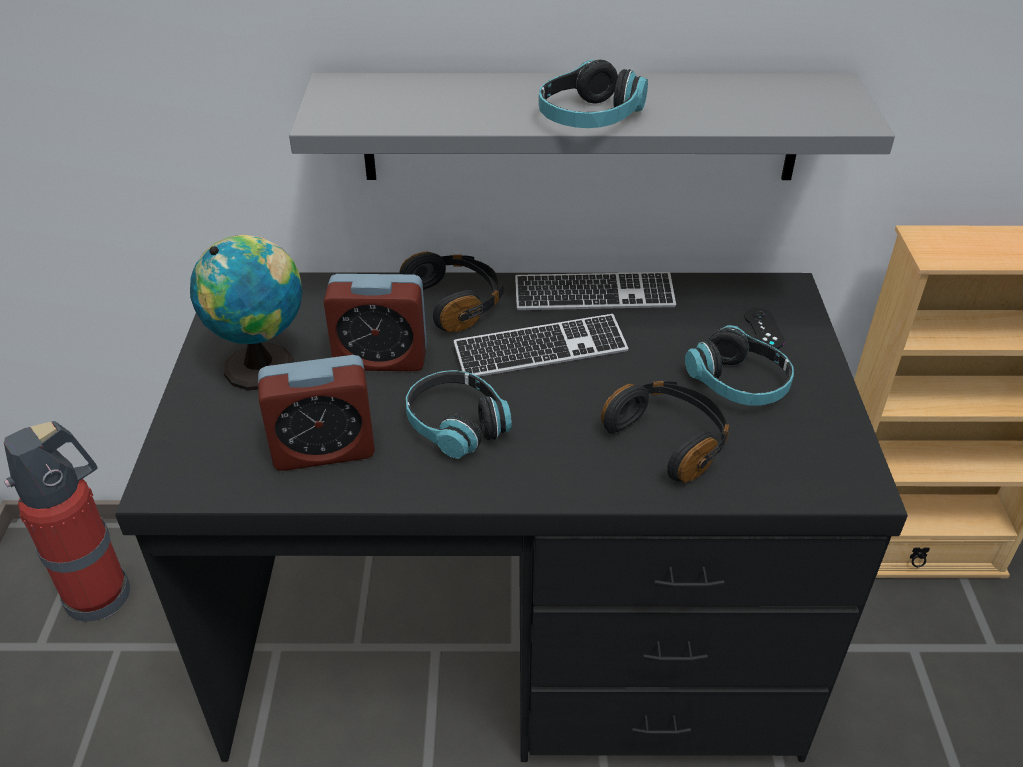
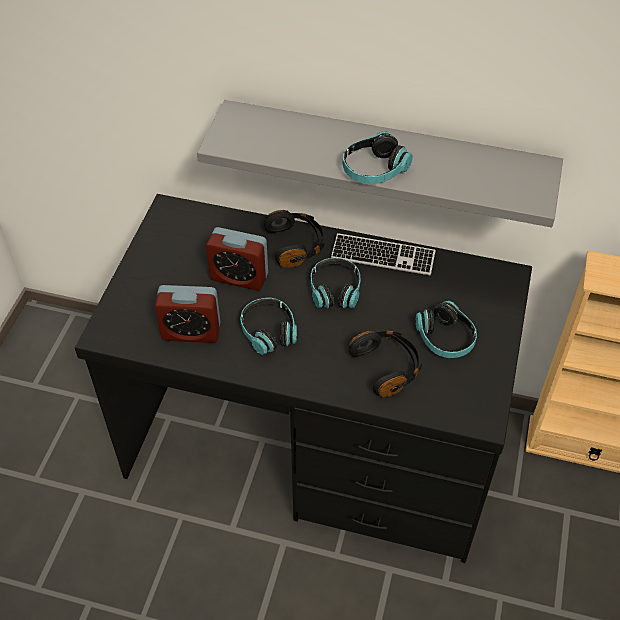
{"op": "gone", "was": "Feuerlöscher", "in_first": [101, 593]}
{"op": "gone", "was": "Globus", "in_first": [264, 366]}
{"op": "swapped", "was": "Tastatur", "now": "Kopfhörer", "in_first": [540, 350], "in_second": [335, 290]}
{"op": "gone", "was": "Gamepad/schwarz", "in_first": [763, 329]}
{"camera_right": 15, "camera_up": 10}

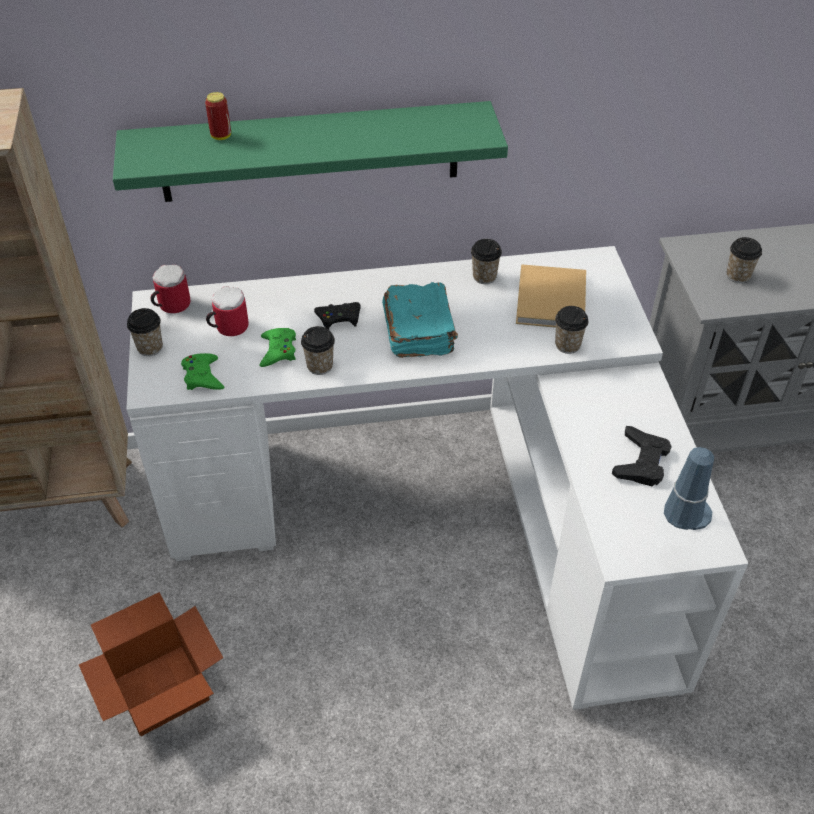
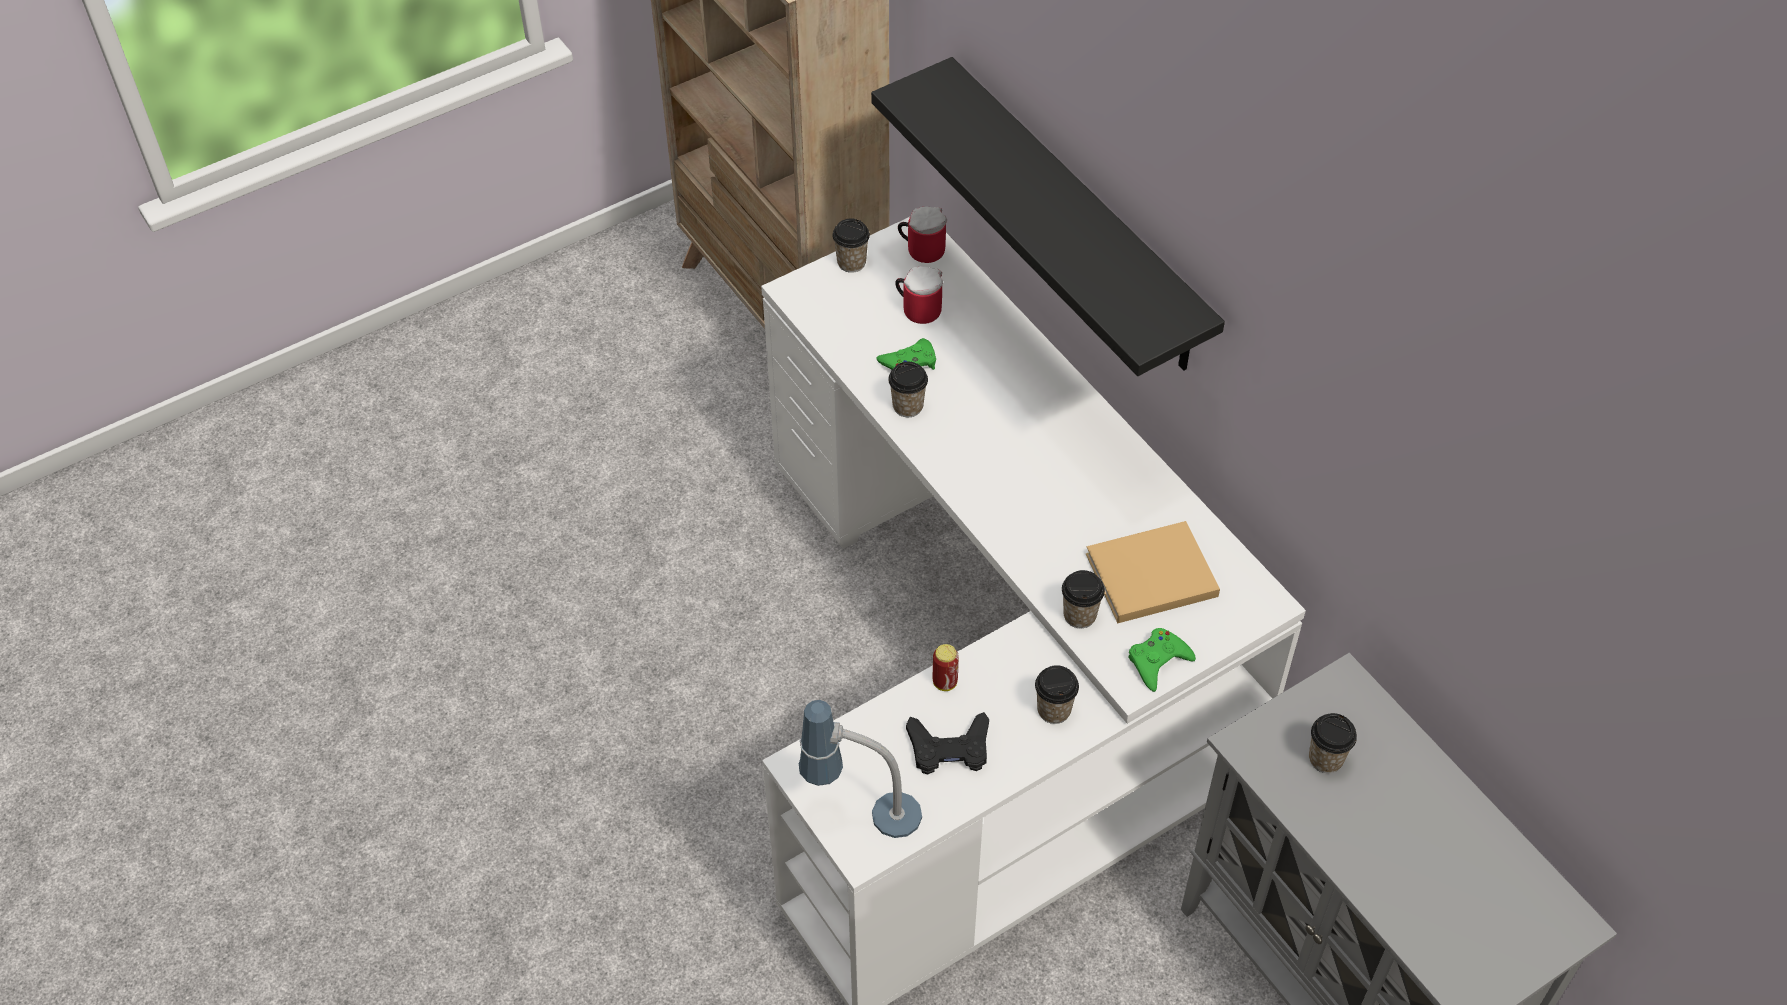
{"op": "gone", "was": "Karton", "in_first": [162, 687]}
{"op": "repainted", "was": "Wandregal/grün", "now": "Wandregal/schwarz", "in_first": [310, 152], "in_second": [1077, 219]}
{"op": "shifted", "was": "Gamepad/grün", "in_first": [203, 376], "in_second": [1158, 661]}
{"op": "shifted", "was": "Dose", "in_first": [221, 136], "in_second": [944, 682]}
{"op": "gone", "was": "Gamepad/schwarz", "in_first": [339, 318]}
{"op": "gone", "was": "Buch/türkis", "in_first": [419, 331]}
{"op": "shifted", "was": "Tasse", "in_first": [484, 277], "in_second": [1054, 710]}
{"camera_right": 65, "camera_up": 5}

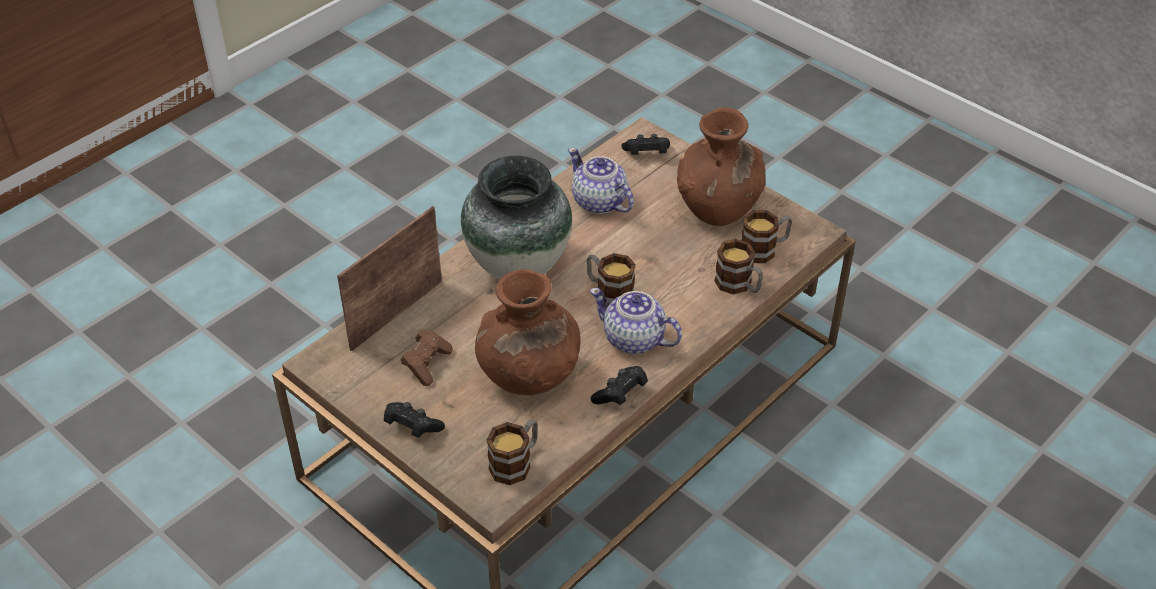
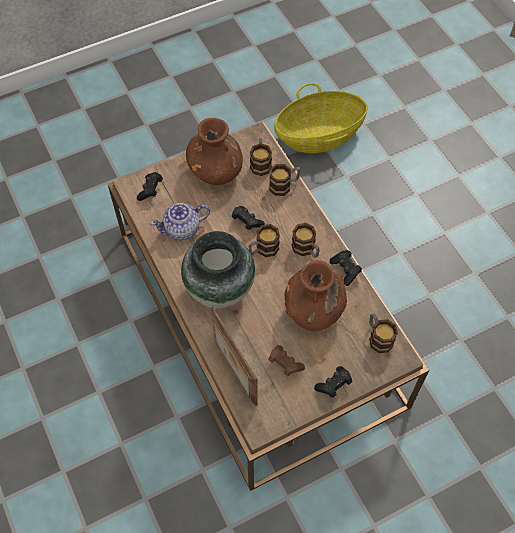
{"op": "swapped", "was": "Teekanne", "now": "Henkelbecher", "in_first": [634, 339], "in_second": [306, 249]}
{"op": "new", "now": "Gamepad/schwarz", "in_second": [246, 222]}
{"op": "new", "now": "Korb", "in_second": [319, 135]}
{"camera_right": -70, "camera_up": 15}

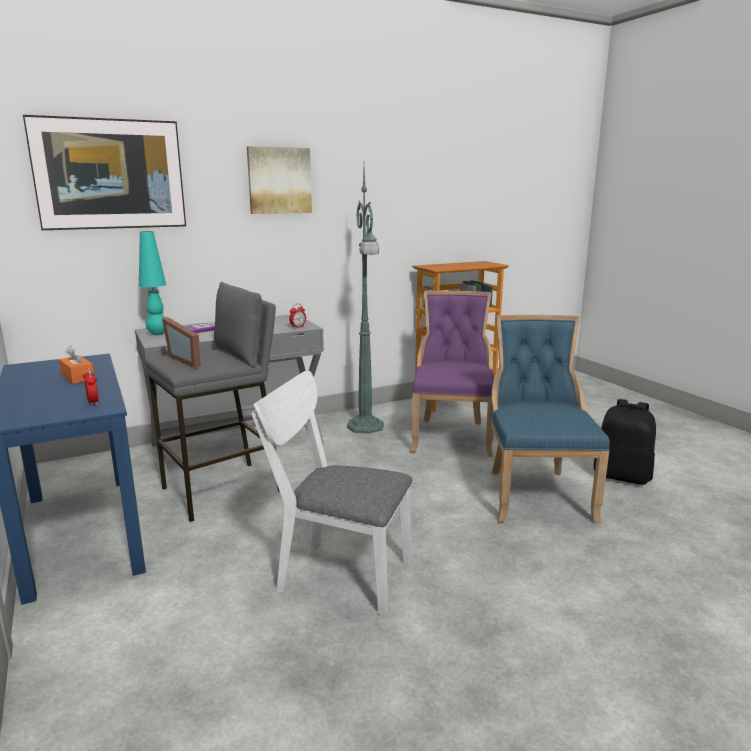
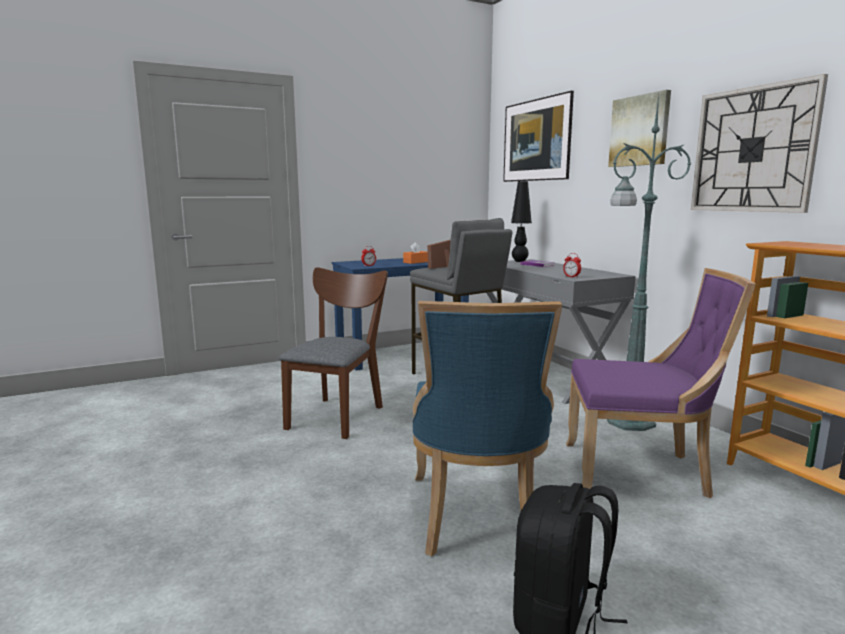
{"op": "repainted", "was": "Tischlampe/türkis", "now": "Tischlampe/schwarz", "in_first": [157, 334], "in_second": [519, 261]}
{"op": "repainted", "was": "Stuhl/weiß", "now": "Stuhl/braun", "in_first": [335, 572], "in_second": [339, 414]}
{"op": "rotated", "was": "Stuhl/blau", "in_first": [535, 493], "in_second": [476, 517], "clockwise": 90}
{"op": "new", "now": "Wanduhr", "in_second": [753, 150]}
{"camera_right": 90, "camera_up": -5}

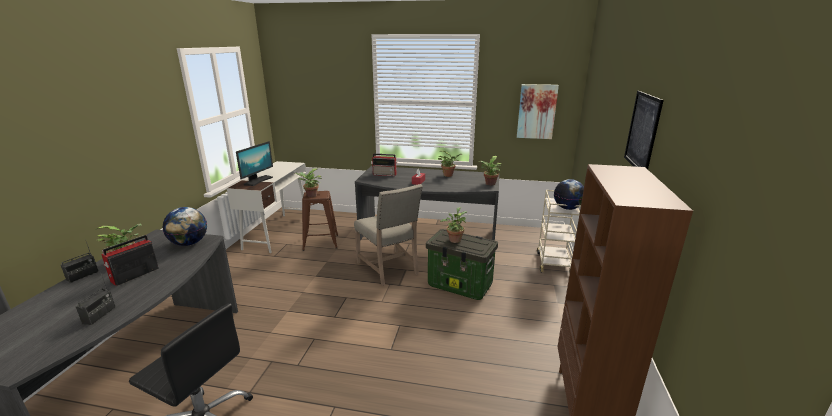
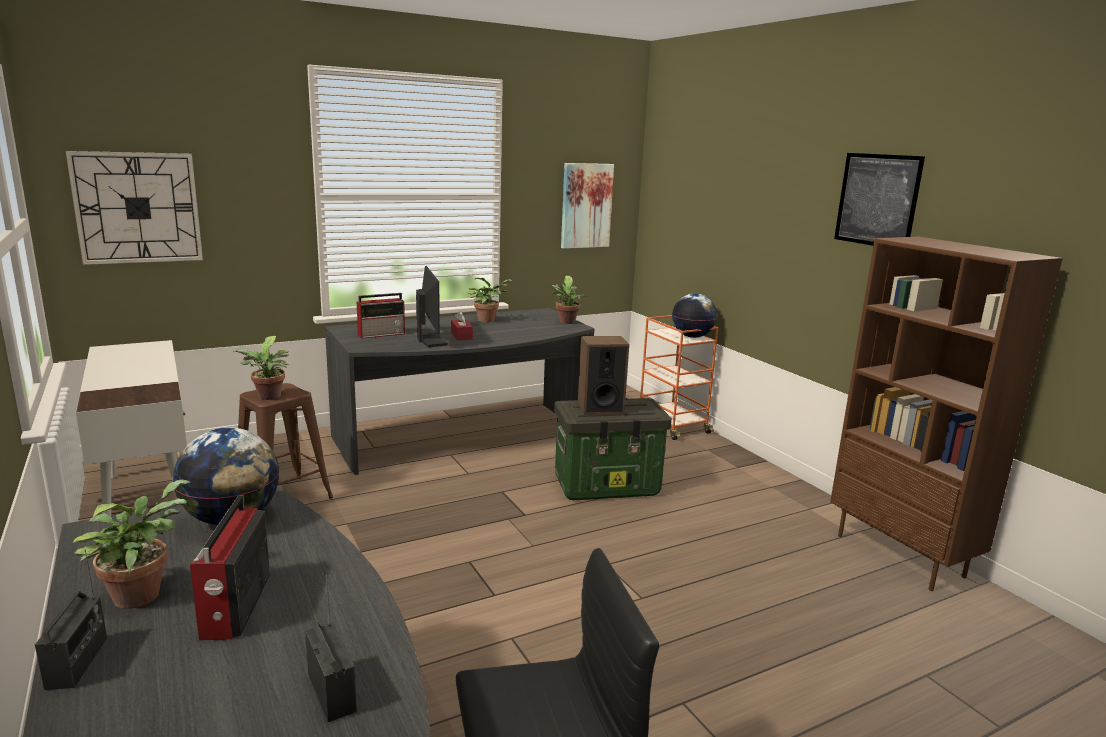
{"op": "shifted", "was": "Monitor", "in_first": [258, 181], "in_second": [430, 339]}
{"op": "gone", "was": "Stuhl/beige", "in_first": [389, 268]}
{"op": "swapped", "was": "Topfpflanze", "now": "Lautsprecher", "in_first": [454, 239], "in_second": [600, 408]}
{"op": "repainted", "was": "Rollwagen/beige", "now": "Rollwagen/orange", "in_first": [553, 263], "in_second": [672, 425]}
{"op": "new", "now": "Wanduhr", "in_second": [138, 208]}
{"camera_right": -40, "camera_up": -5}

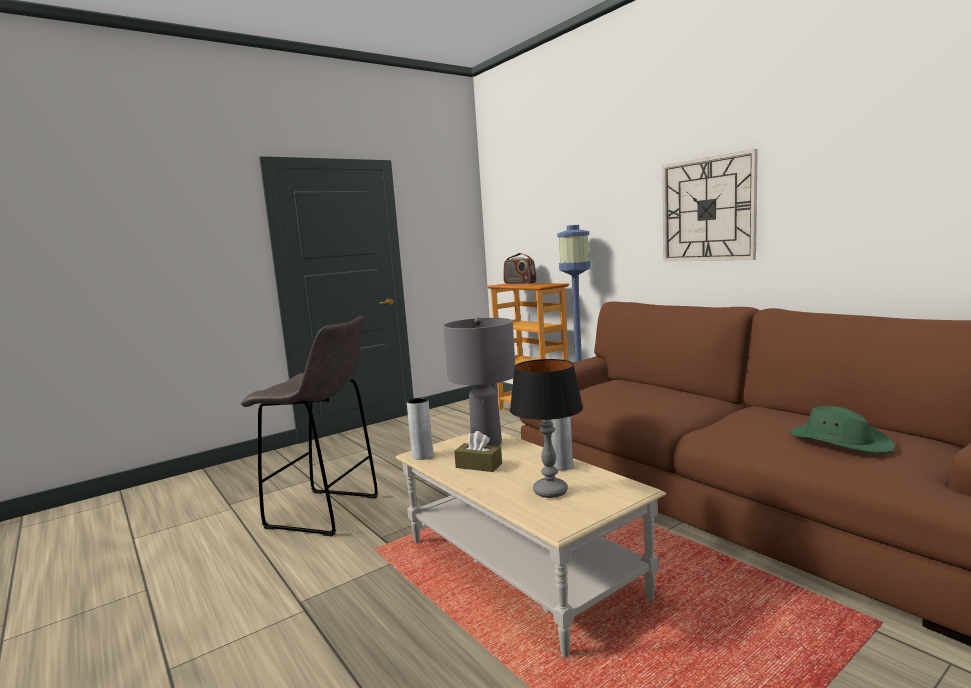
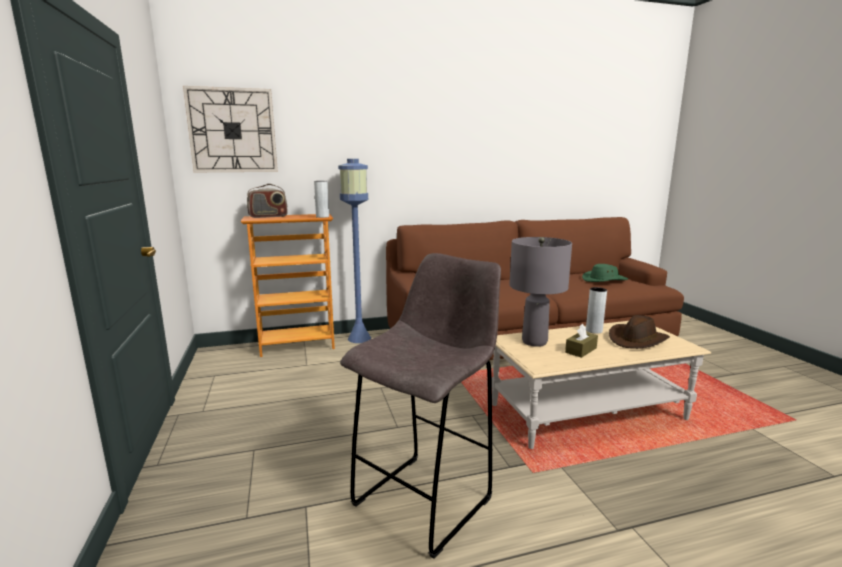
{"op": "shifted", "was": "Vase/grau", "in_first": [422, 456], "in_second": [322, 217]}
{"op": "swapped", "was": "Tischlampe", "now": "Hut/braun", "in_first": [550, 491], "in_second": [637, 340]}
{"op": "shifted", "was": "Wanduhr", "in_first": [707, 210], "in_second": [232, 130]}
{"camera_right": -70, "camera_up": 5}

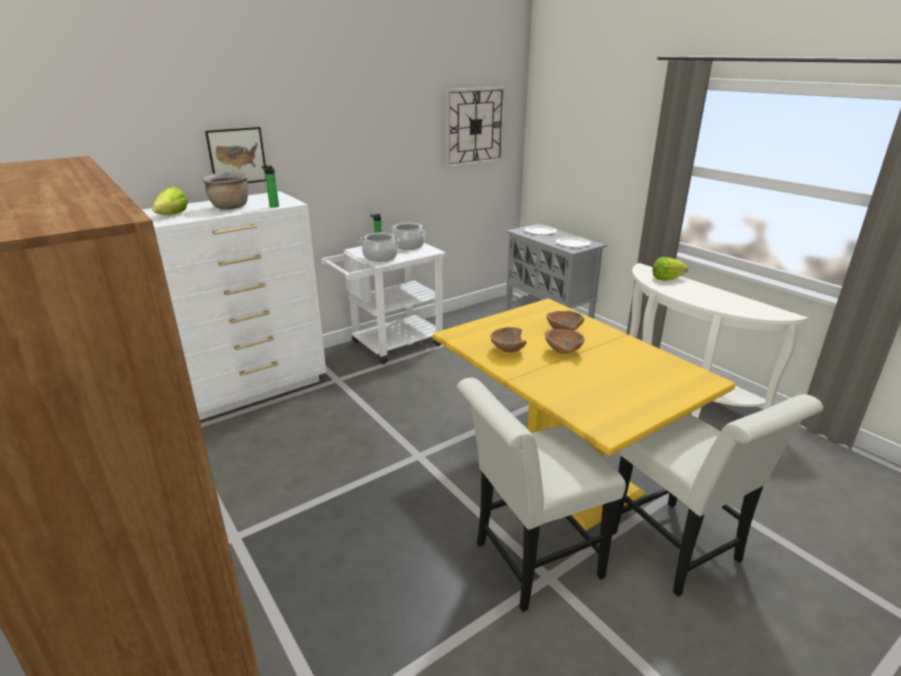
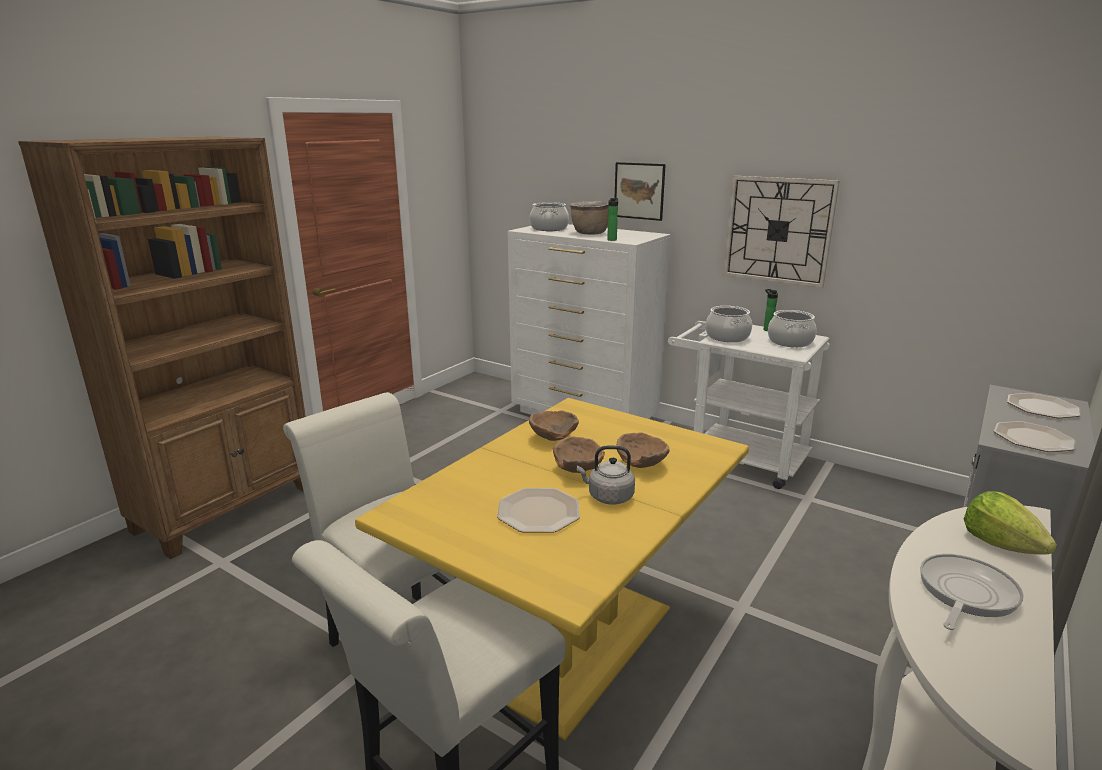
{"op": "swapped", "was": "Salatkopf", "now": "Kochtopf", "in_first": [172, 215], "in_second": [549, 228]}
{"op": "shifted", "was": "Wanduhr", "in_first": [474, 126], "in_second": [778, 230]}
{"op": "new", "now": "Teller", "in_second": [537, 512]}
{"op": "new", "now": "Wasserkessel/grau", "in_second": [608, 497]}
{"op": "new", "now": "Pfanne", "in_second": [965, 594]}
{"camera_right": 70, "camera_up": -5}

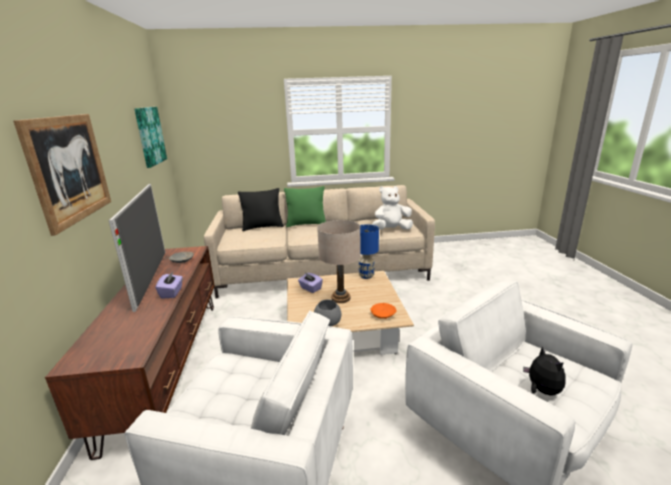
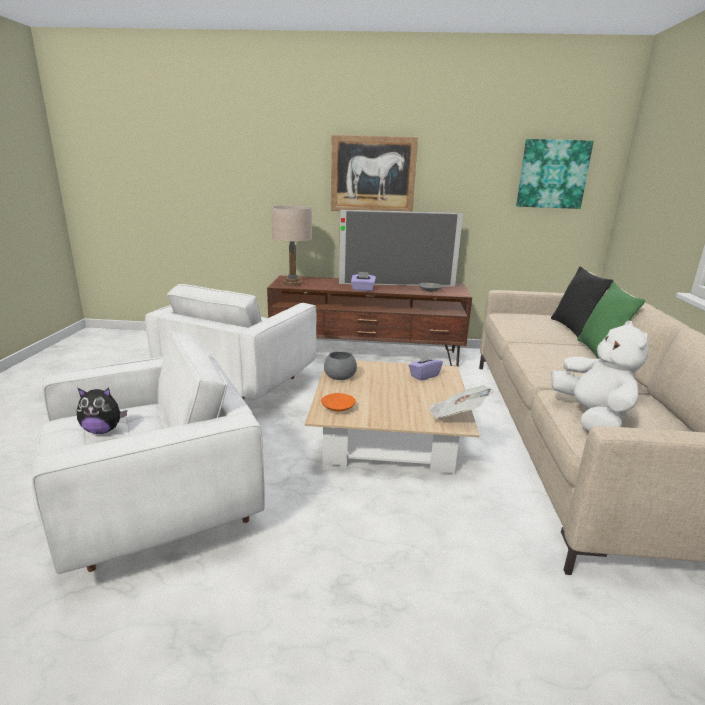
{"op": "shifted", "was": "Tischlampe/beige", "in_first": [341, 298], "in_second": [292, 283]}
{"op": "swapped", "was": "Tischlampe/blau", "now": "Zeitung", "in_first": [366, 276], "in_second": [456, 416]}
{"camera_right": 100, "camera_up": 0}

